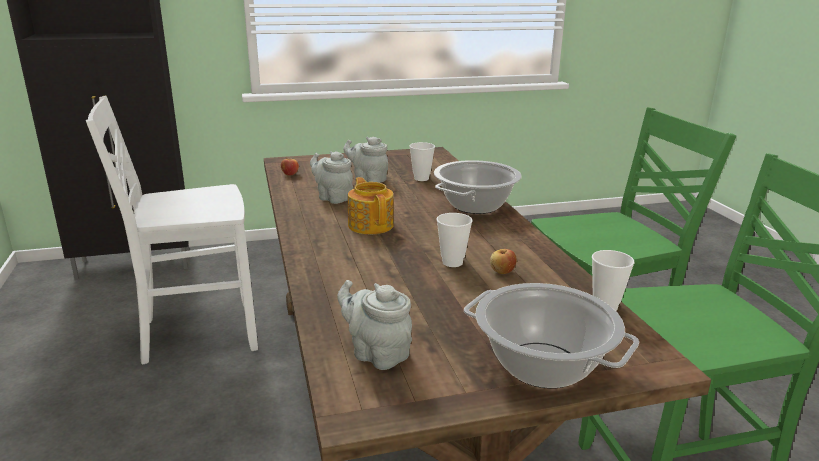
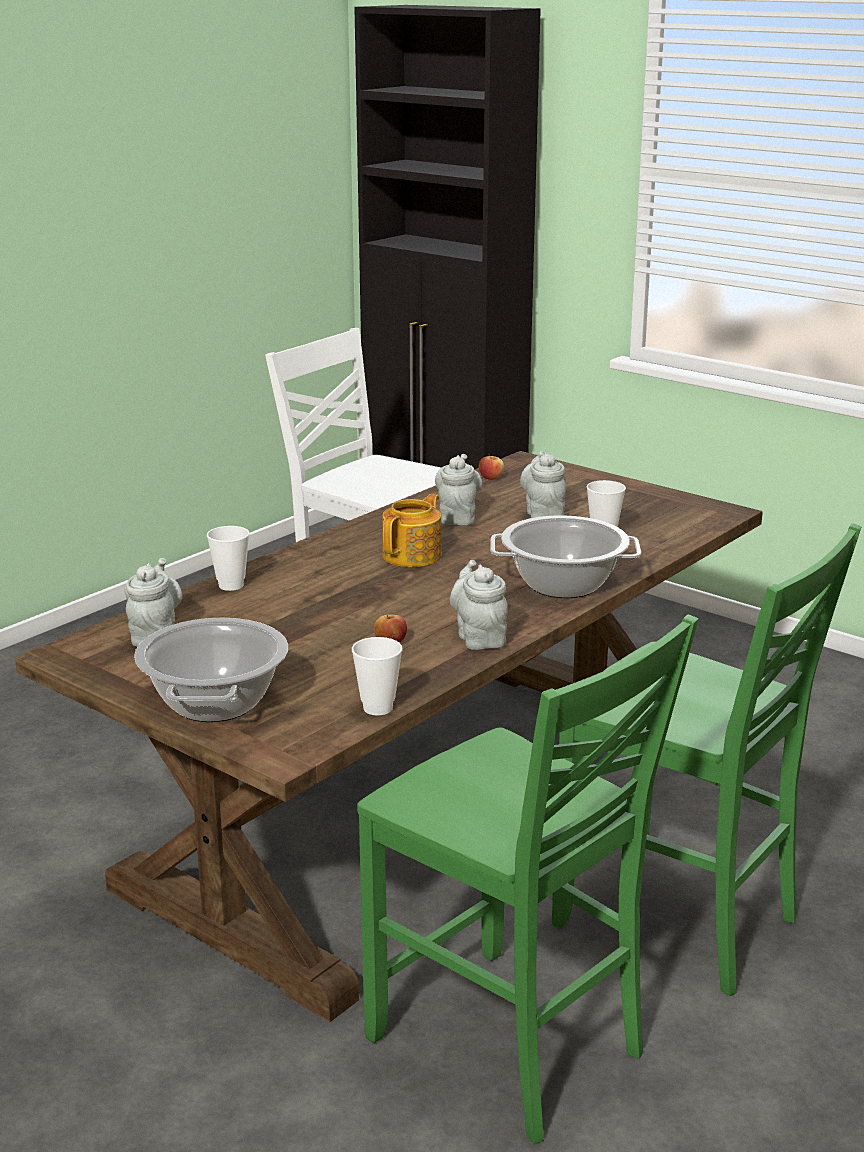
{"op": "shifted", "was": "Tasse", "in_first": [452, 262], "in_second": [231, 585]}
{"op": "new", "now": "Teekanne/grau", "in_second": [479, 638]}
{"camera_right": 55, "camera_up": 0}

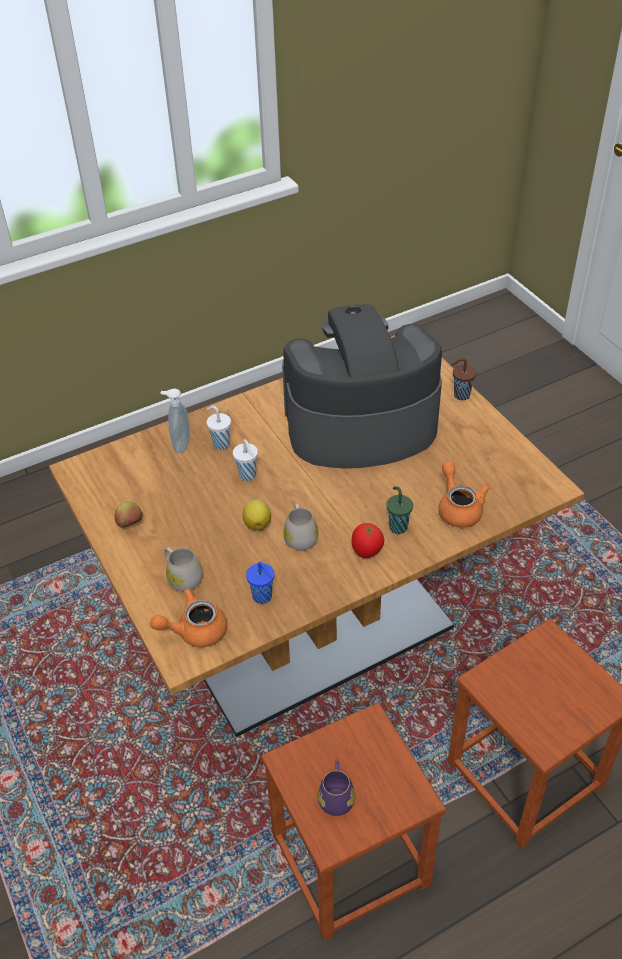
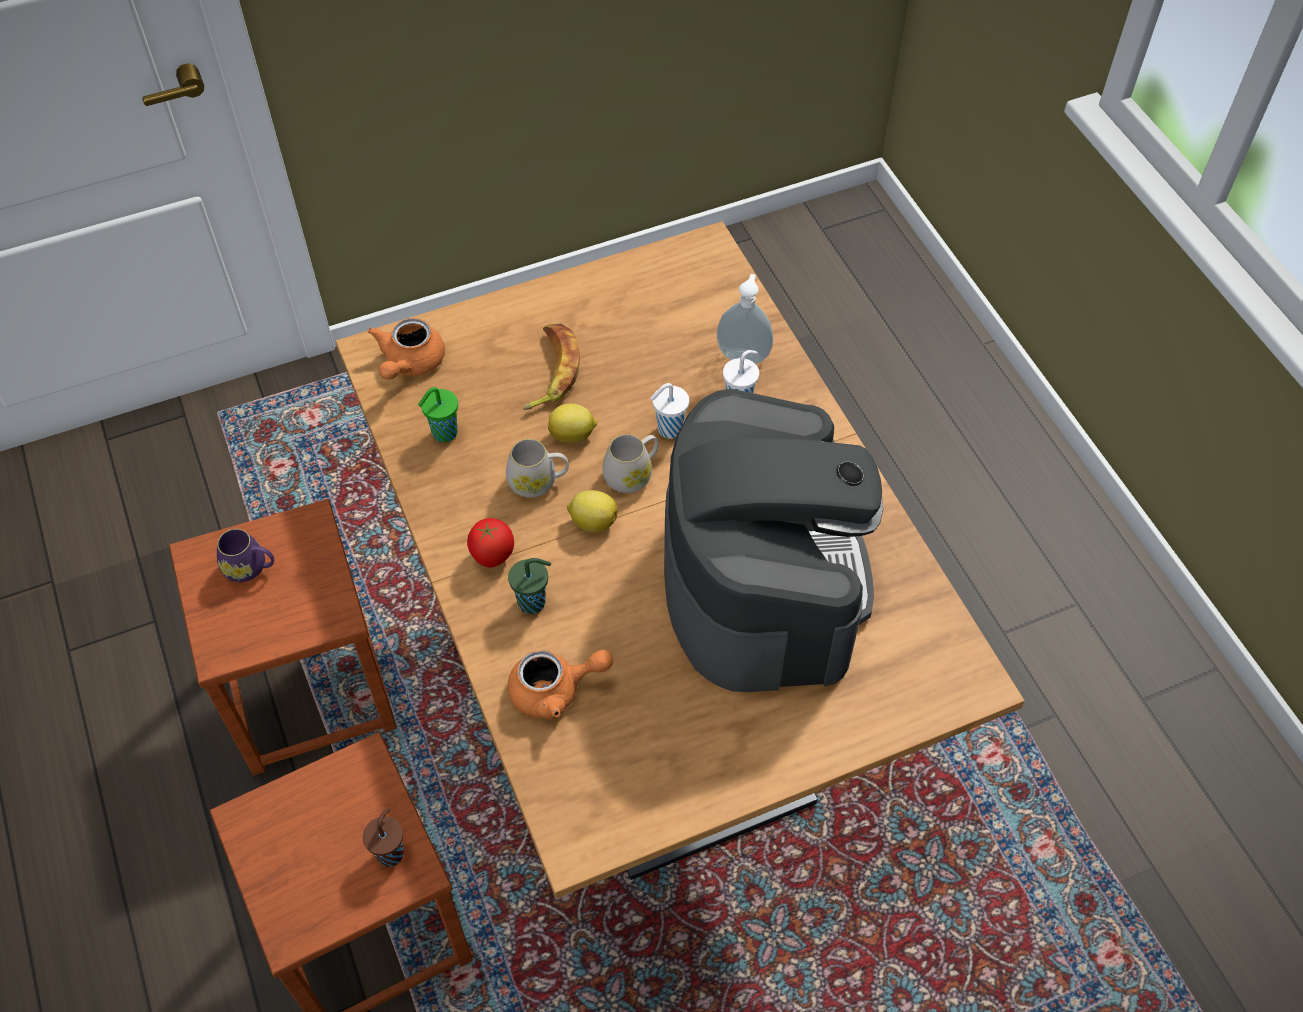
{"op": "gone", "was": "Apfel", "in_first": [130, 524]}
{"op": "rotated", "was": "Teekanne/orange", "in_first": [194, 631], "in_second": [409, 363], "clockwise": -150}
{"op": "shifted", "was": "Henkelbecher/weiß", "in_first": [182, 578], "in_second": [632, 474]}
{"op": "repainted", "was": "Tasse/blau", "now": "Tasse/grün", "in_first": [263, 597], "in_second": [443, 433]}
{"op": "shifted", "was": "Tasse/braun", "in_first": [460, 395], "in_second": [391, 852]}
{"op": "new", "now": "Banane", "in_second": [550, 371]}
{"op": "new", "now": "Zitrone", "in_second": [592, 521]}
{"camera_right": 95, "camera_up": 10}

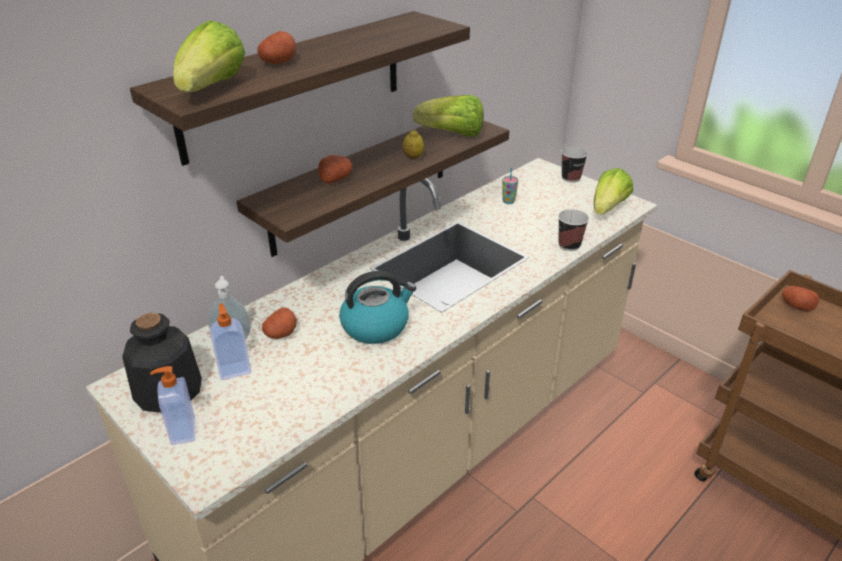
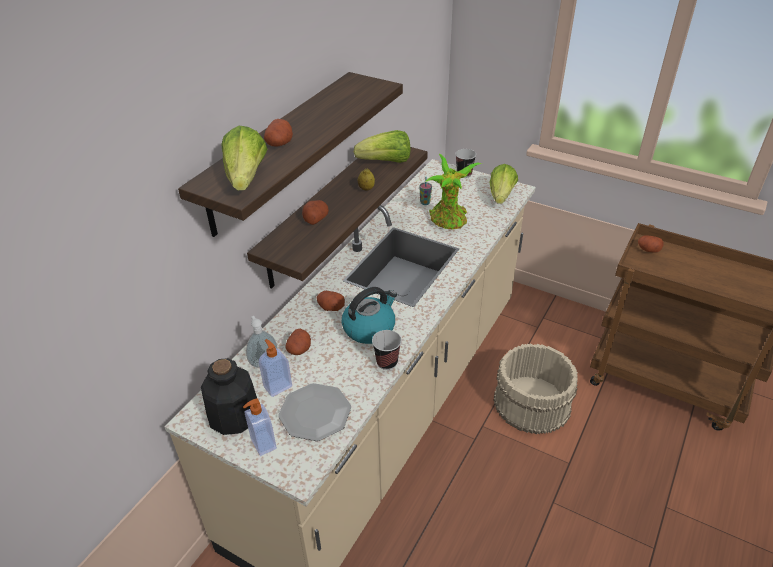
{"op": "shifted", "was": "Tasse", "in_first": [569, 245], "in_second": [387, 362]}
{"op": "new", "now": "Teller", "in_second": [315, 413]}
{"op": "new", "now": "Kartoffel", "in_second": [330, 307]}
{"op": "new", "now": "Topfpflanze", "in_second": [449, 221]}
{"op": "new", "now": "Eimer/beige", "in_second": [531, 403]}
{"camera_right": -15, "camera_up": 5}

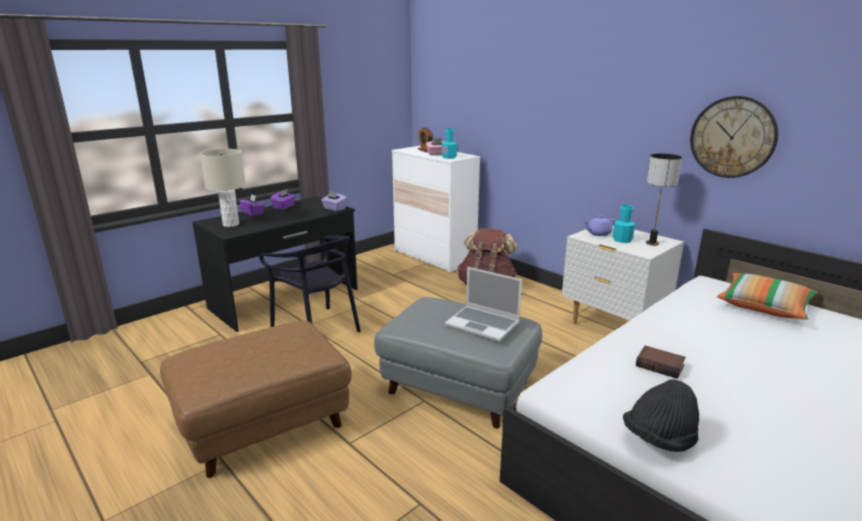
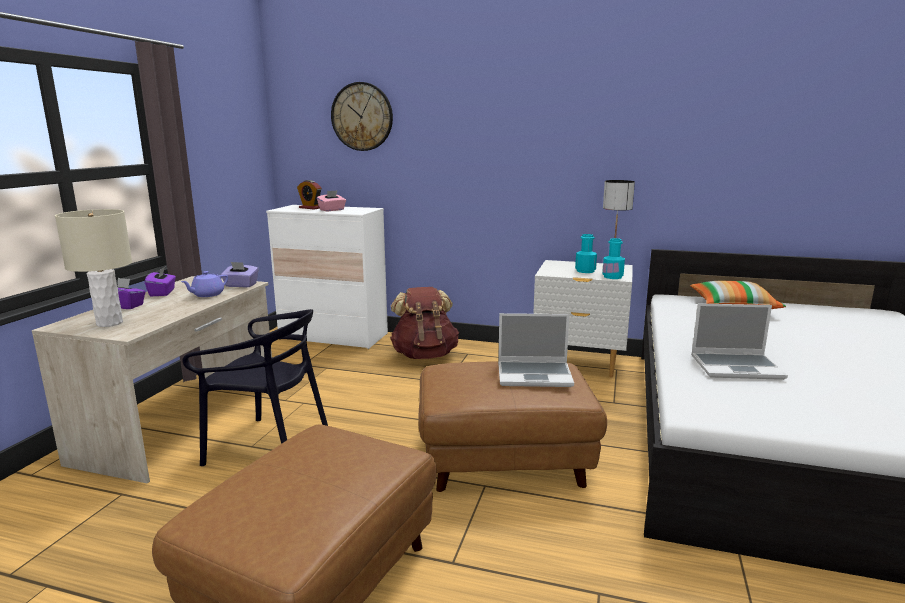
{"op": "repainted", "was": "Schreibtisch/schwarz", "now": "Schreibtisch/beige", "in_first": [285, 299], "in_second": [183, 423]}
{"op": "repainted", "was": "Polsterhocker/grau", "now": "Polsterhocker/braun", "in_first": [459, 387], "in_second": [505, 460]}
{"op": "shifted", "was": "Flasche/türkis", "in_first": [449, 157], "in_second": [612, 277]}
{"op": "shifted", "was": "Teekanne/lila", "in_first": [598, 233], "in_second": [207, 295]}
{"op": "gone", "was": "Hut/schwarz", "in_first": [659, 439]}
{"op": "swapped", "was": "Buch", "now": "Laptop", "in_first": [660, 365], "in_second": [737, 367]}
{"op": "shifted", "was": "Wanduhr", "in_first": [732, 137], "in_second": [362, 117]}
{"camera_right": -30, "camera_up": -5}

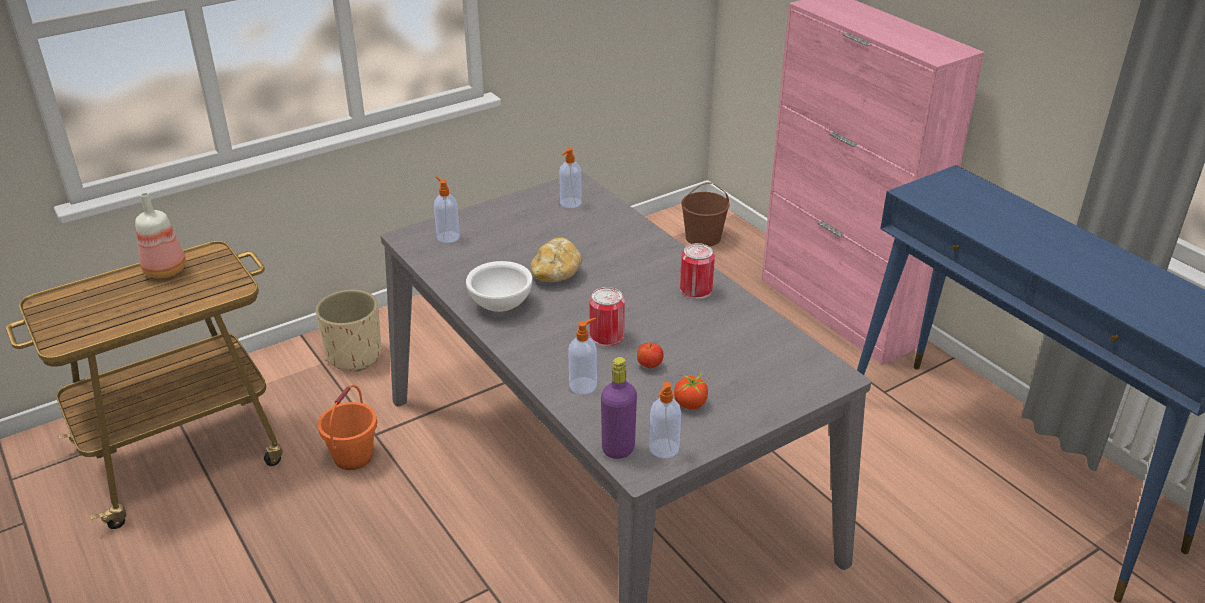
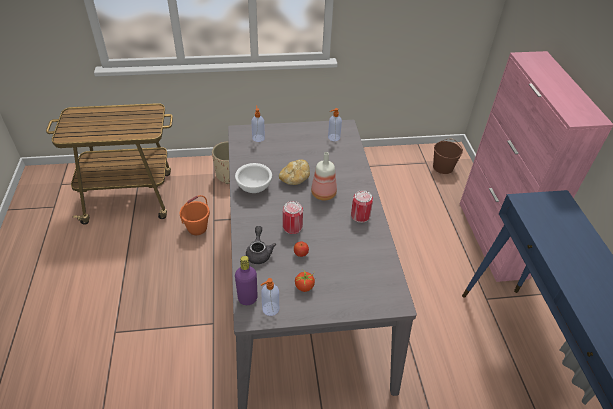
{"op": "shifted", "was": "Flasche", "in_first": [167, 270], "in_second": [324, 194]}
{"op": "swapped", "was": "Seifenspender", "now": "Teekanne/grau", "in_first": [584, 385], "in_second": [259, 252]}
{"camera_right": 25, "camera_up": 10}

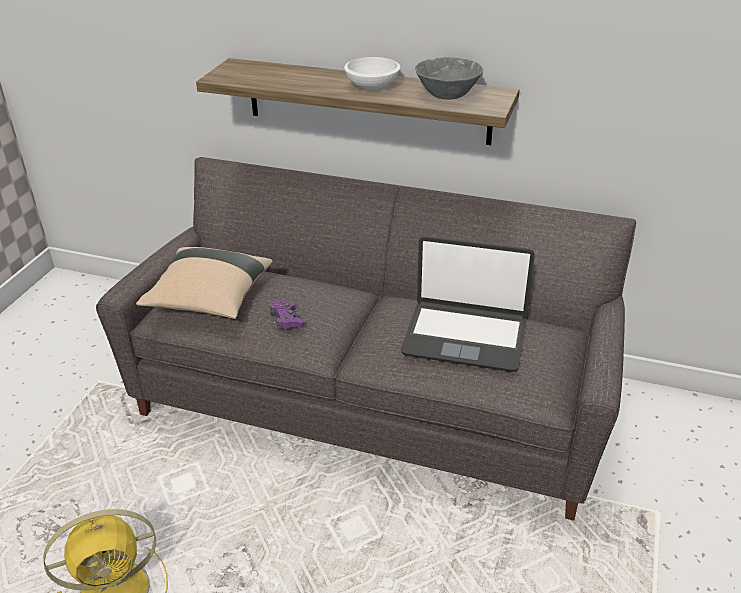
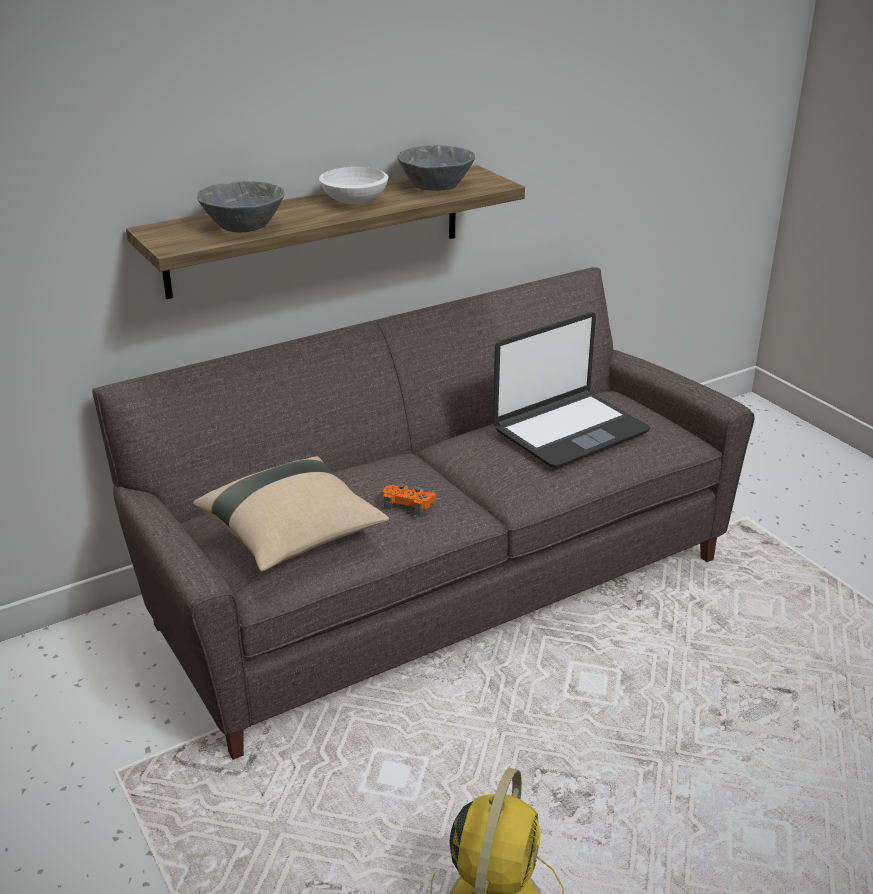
{"op": "repainted", "was": "Gamepad/lila", "now": "Gamepad/orange", "in_first": [287, 320], "in_second": [408, 504]}
{"op": "new", "now": "Schüssel/grau", "in_second": [244, 226]}
{"camera_right": -50, "camera_up": -5}

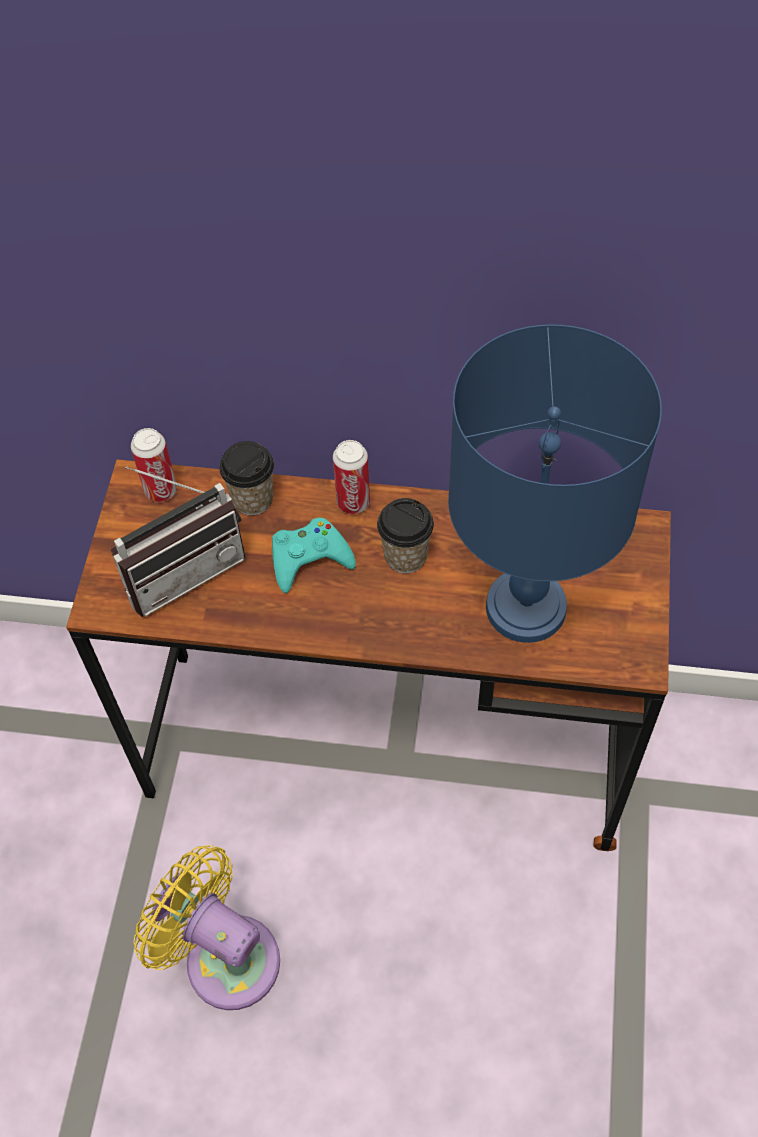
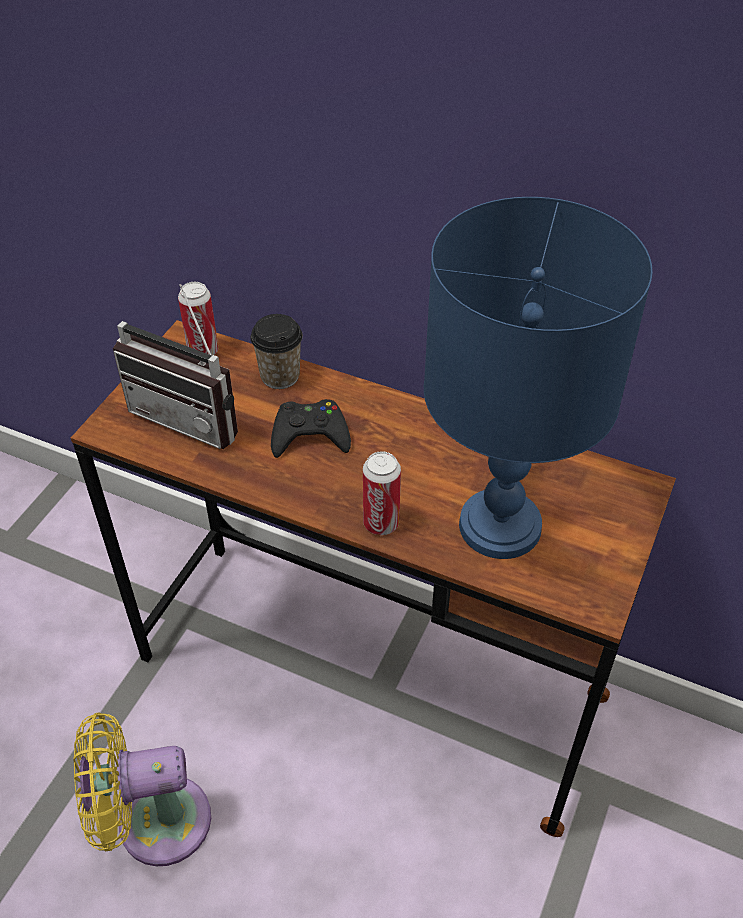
{"op": "rotated", "was": "Radio", "in_first": [182, 568], "in_second": [192, 415], "clockwise": 45}
{"op": "rotated", "was": "Ventilator/gelb", "in_first": [224, 955], "in_second": [153, 822], "clockwise": -60}
{"op": "repainted", "was": "Gamepad/türkis", "now": "Gamepad/schwarz", "in_first": [309, 558], "in_second": [310, 435]}
{"op": "shifted", "was": "Dose", "in_first": [353, 502], "in_second": [381, 523]}
{"op": "gone", "was": "Tasse", "in_first": [405, 556]}
{"camera_right": 15, "camera_up": -10}

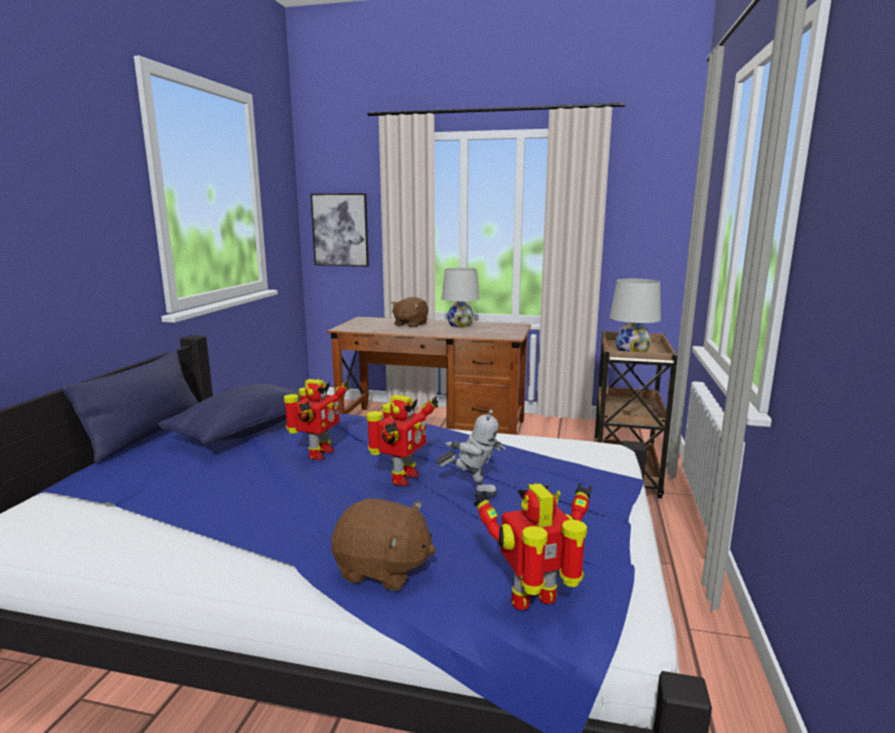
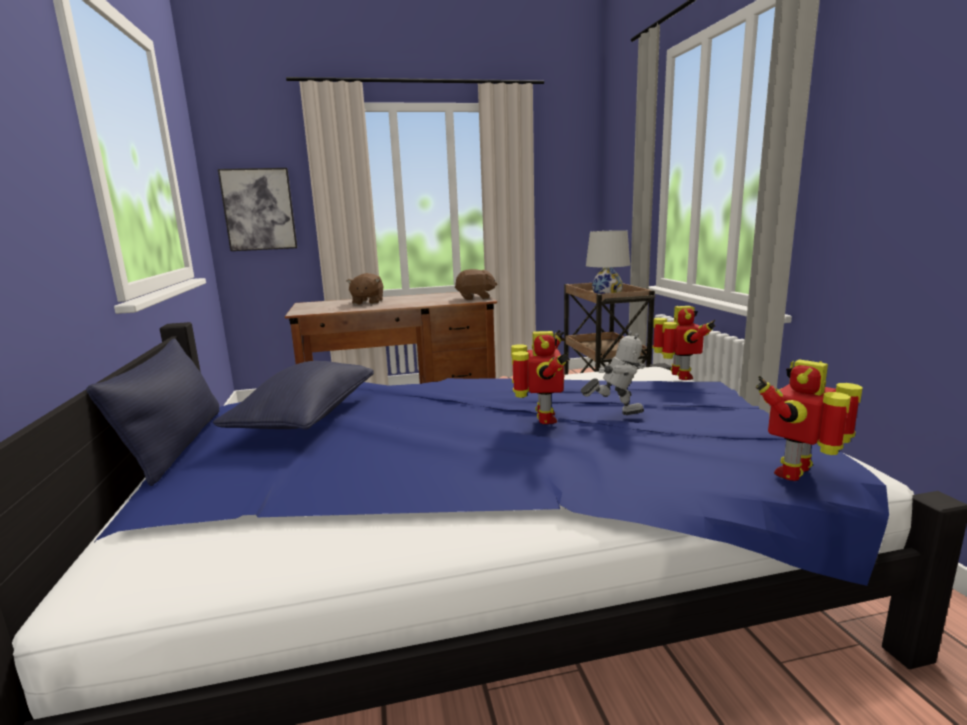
{"op": "shifted", "was": "Spielzeugroboter", "in_first": [318, 454], "in_second": [679, 376]}
{"op": "shifted", "was": "Plüschtier/braun", "in_first": [382, 569], "in_second": [475, 298]}
{"op": "gone", "was": "Tischlampe/weiß", "in_first": [460, 325]}
{"camera_right": -25, "camera_up": 0}

